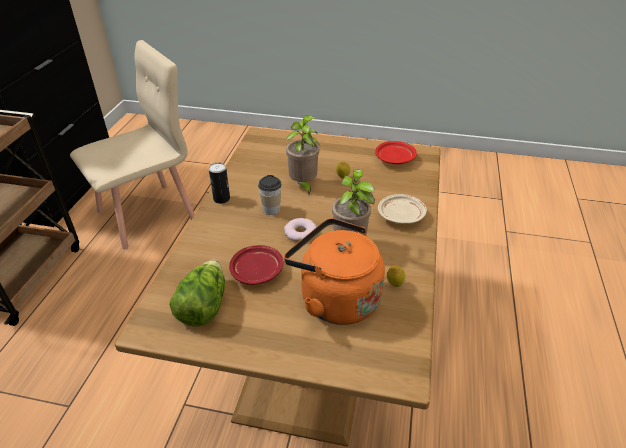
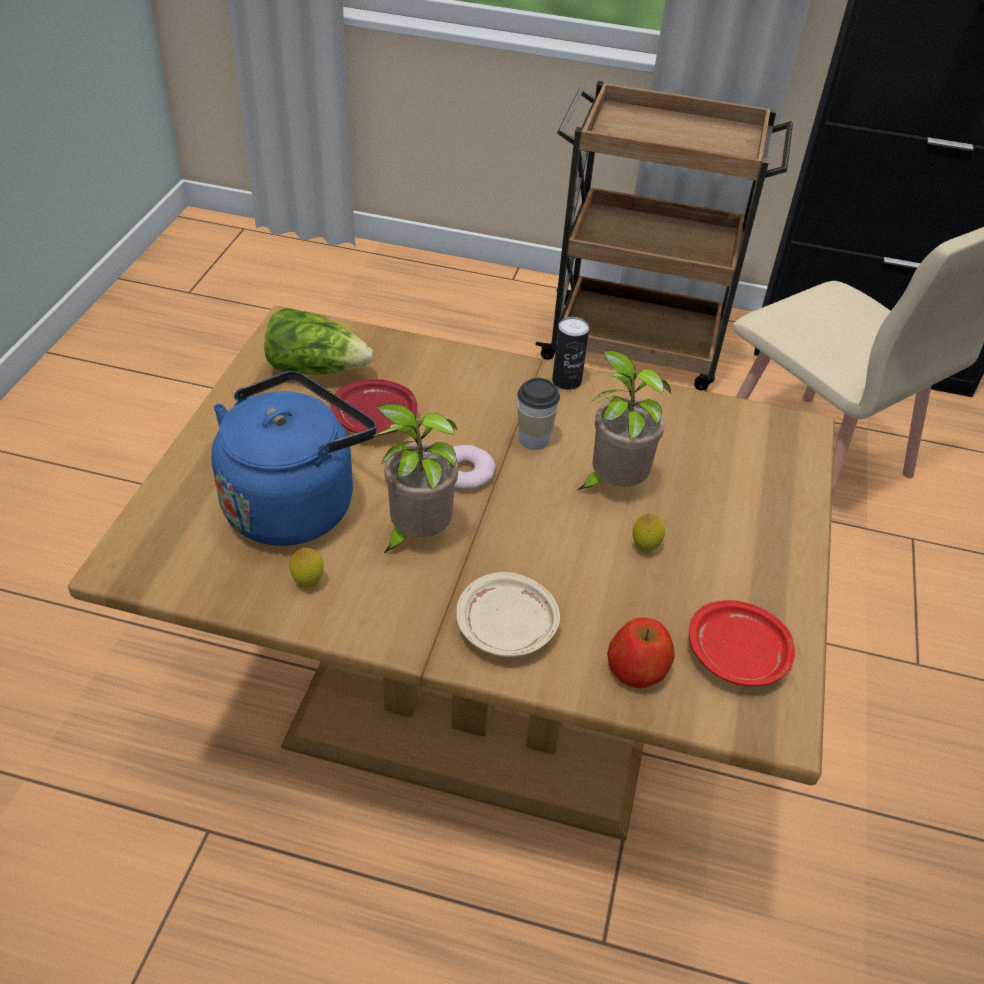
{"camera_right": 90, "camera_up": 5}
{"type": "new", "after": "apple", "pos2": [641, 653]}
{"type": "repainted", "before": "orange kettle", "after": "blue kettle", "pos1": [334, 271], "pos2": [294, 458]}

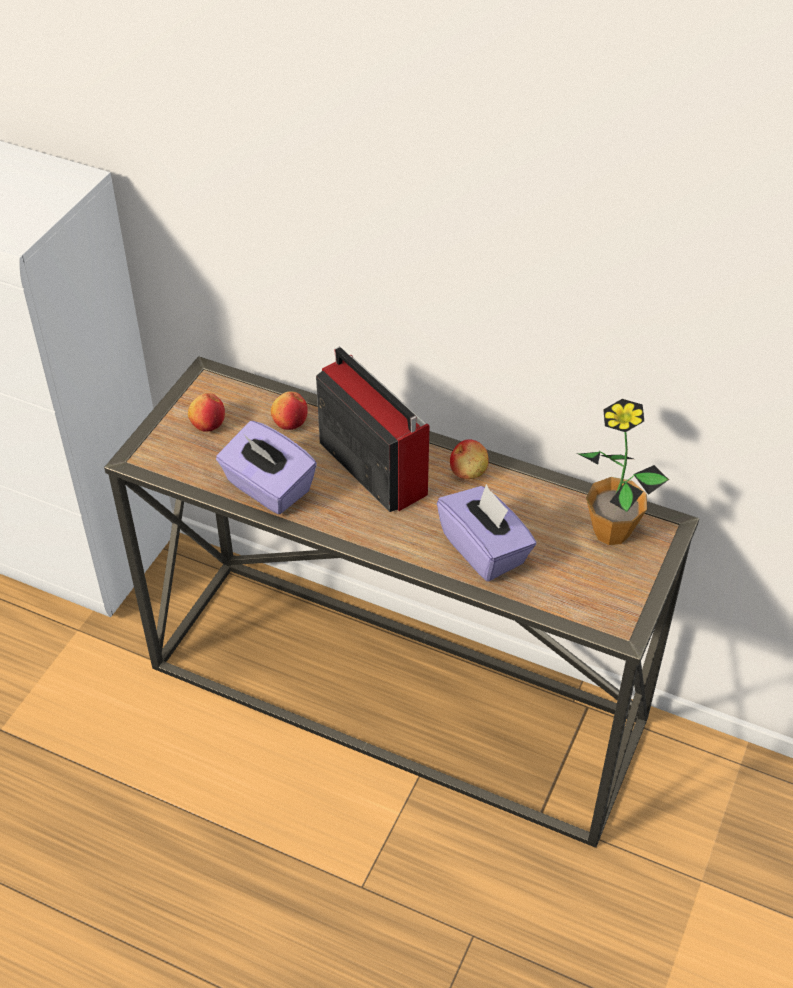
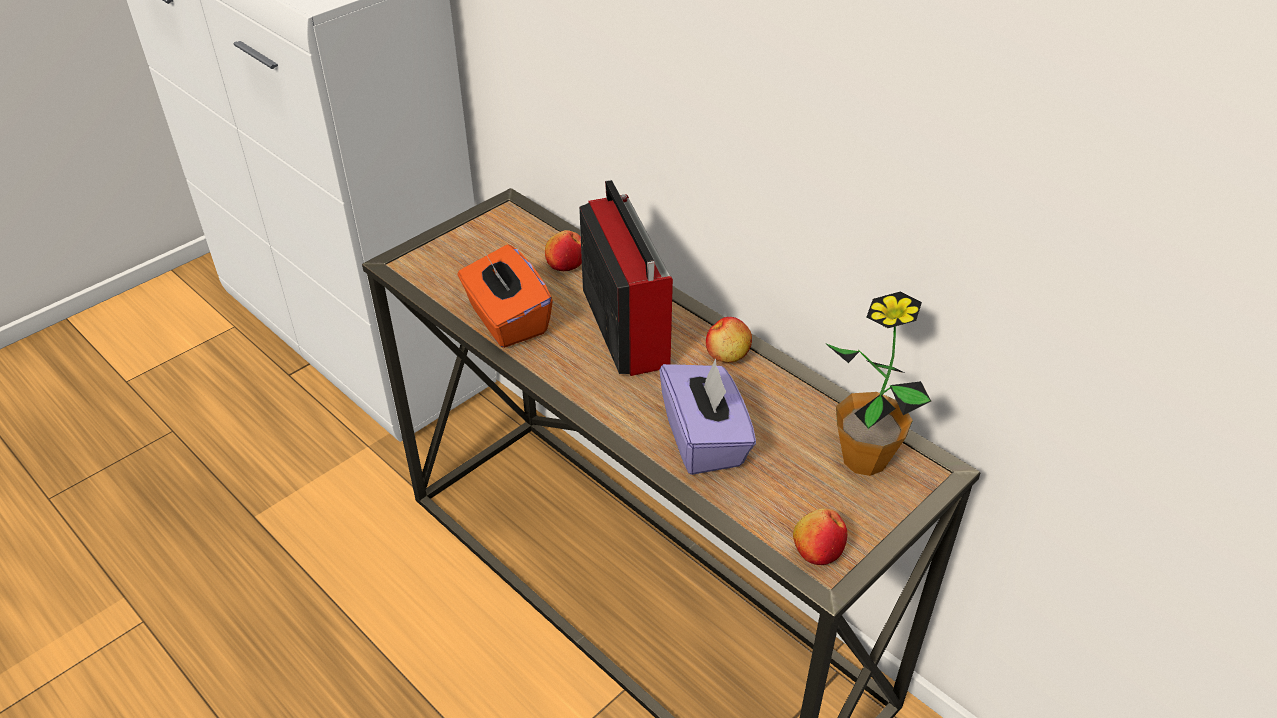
{"camera_right": 20, "camera_up": -5}
{"type": "shifted", "before": "apple", "pos1": [206, 412], "pos2": [820, 536]}
{"type": "repainted", "before": "purple tissue box", "after": "orange tissue box", "pos1": [266, 467], "pos2": [505, 296]}

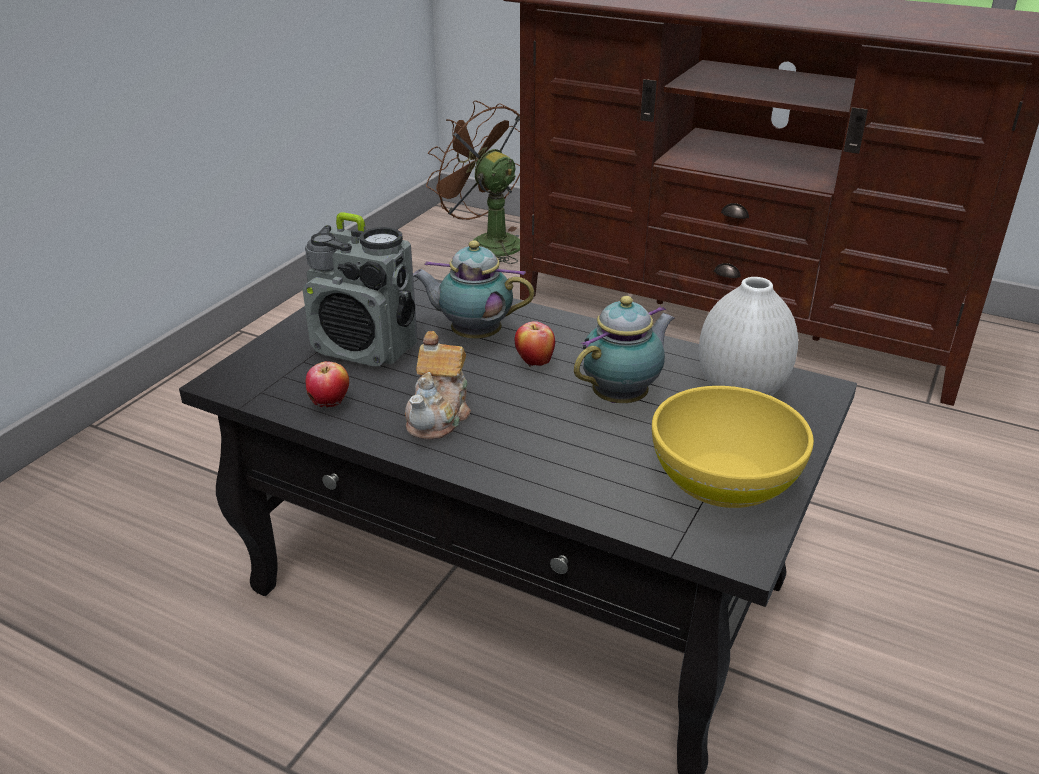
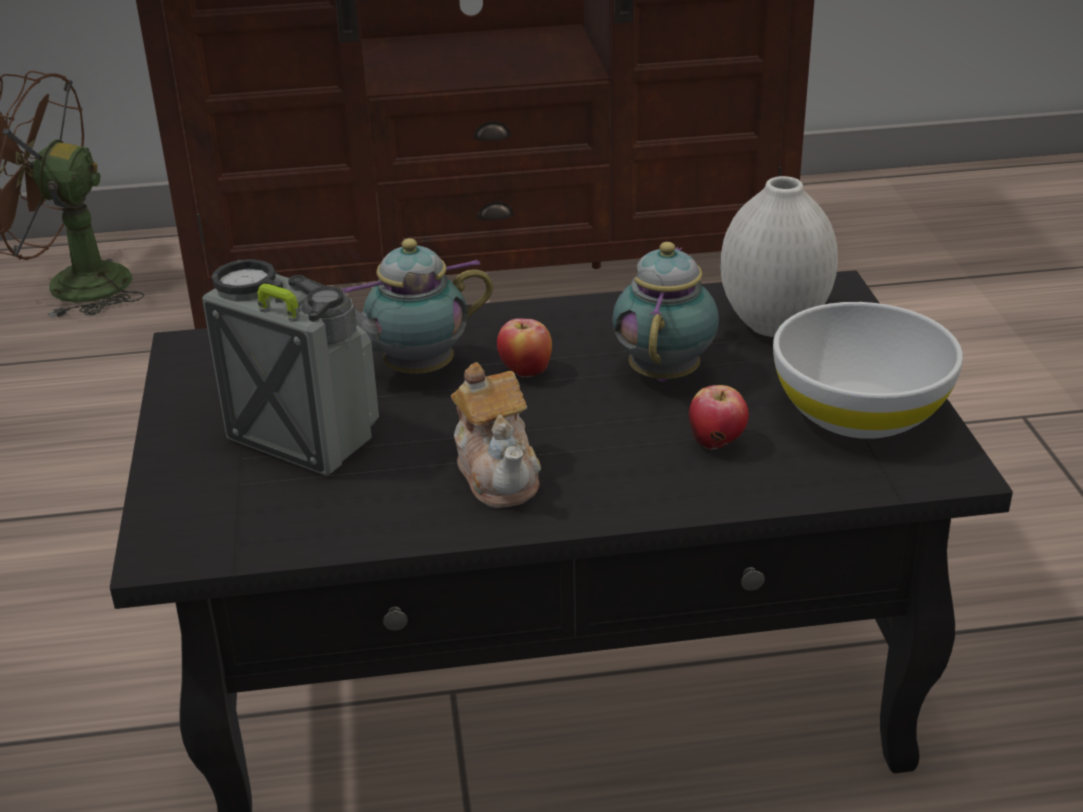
{"camera_right": -35, "camera_up": 0}
{"type": "shifted", "before": "apple", "pos1": [327, 384], "pos2": [719, 417]}
{"type": "repainted", "before": "yellow bowl", "after": "white bowl", "pos1": [733, 447], "pos2": [868, 370]}
{"type": "rotated", "before": "radio", "pos1": [360, 289], "pos2": [290, 367], "turn": -135}

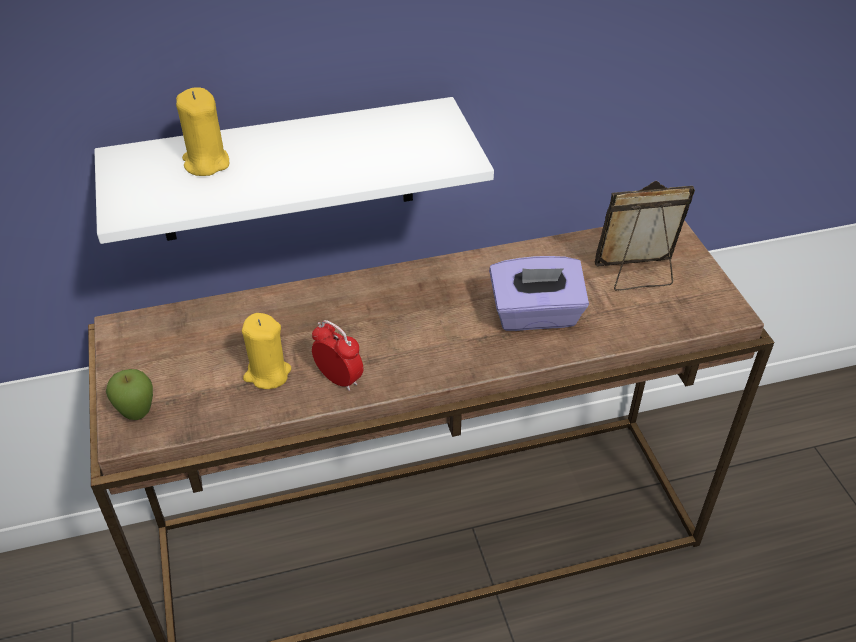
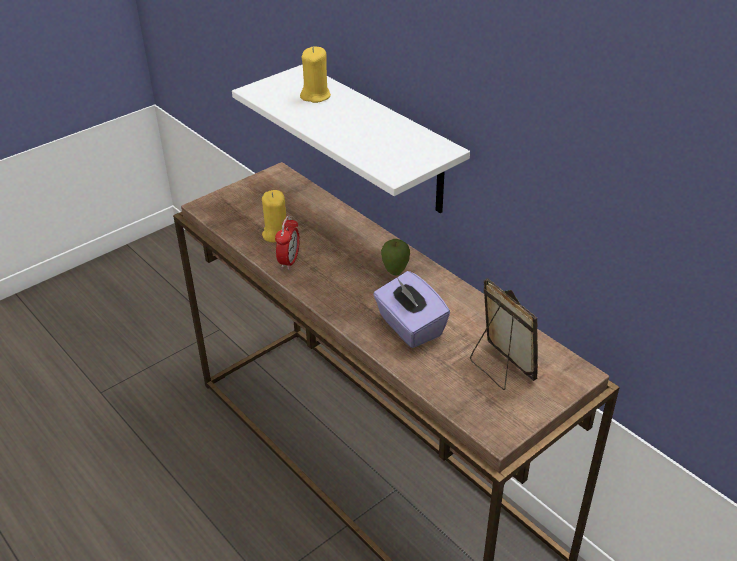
{"camera_right": 65, "camera_up": -5}
{"type": "shifted", "before": "apple", "pos1": [129, 394], "pos2": [395, 257]}

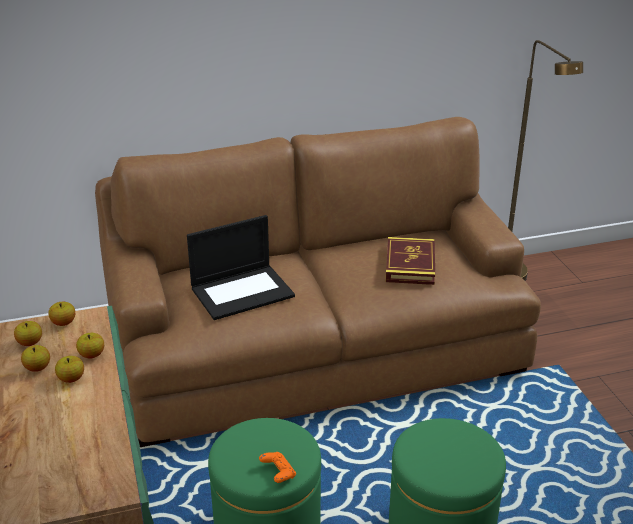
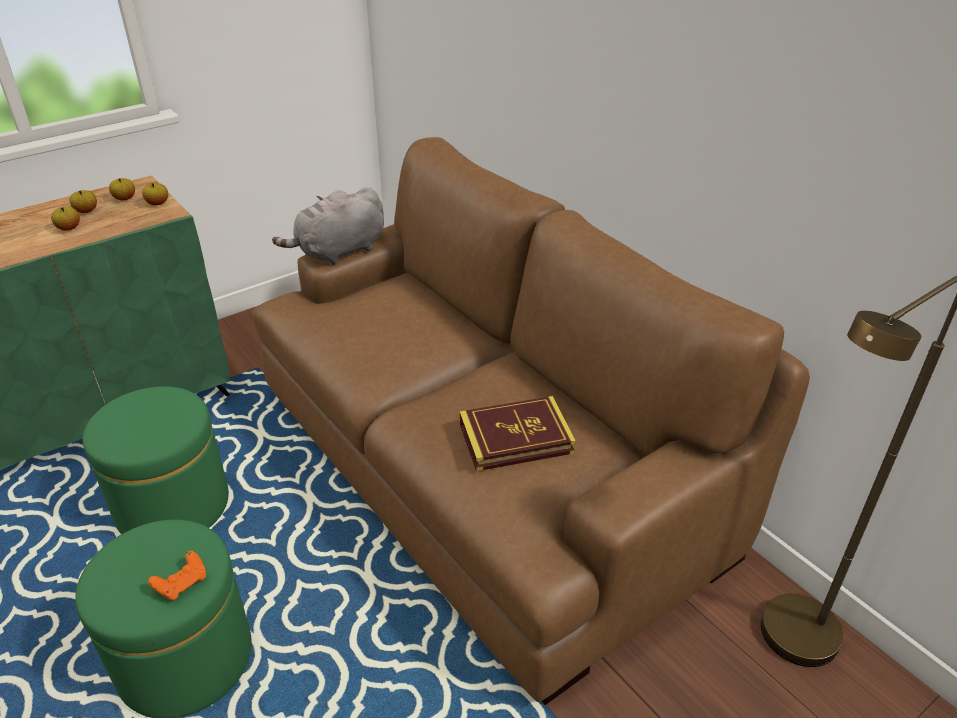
{"camera_right": 70, "camera_up": 5}
{"type": "gone", "before": "apple", "pos1": [90, 346]}
{"type": "gone", "before": "laptop", "pos1": [241, 267]}
{"type": "new", "after": "grey plush toy", "pos2": [328, 226]}
{"type": "shifted", "before": "orange game controller", "pos1": [277, 467], "pos2": [177, 576]}

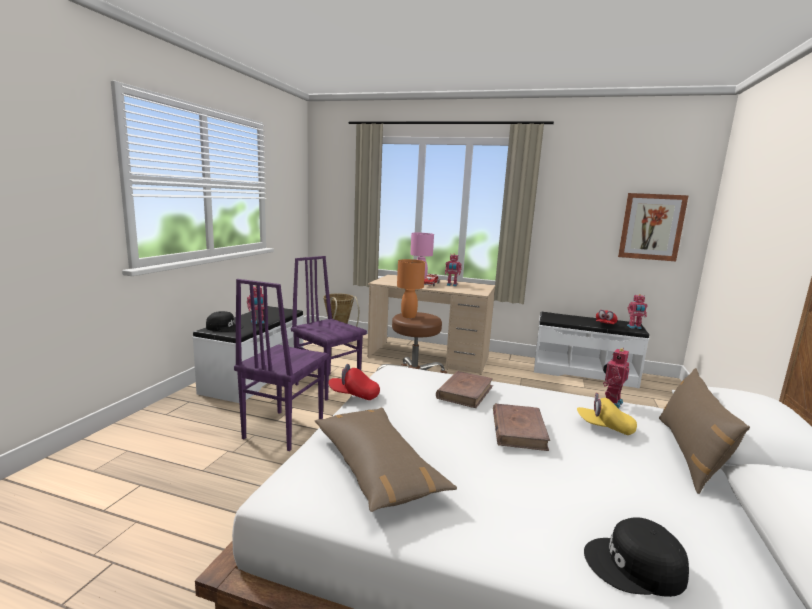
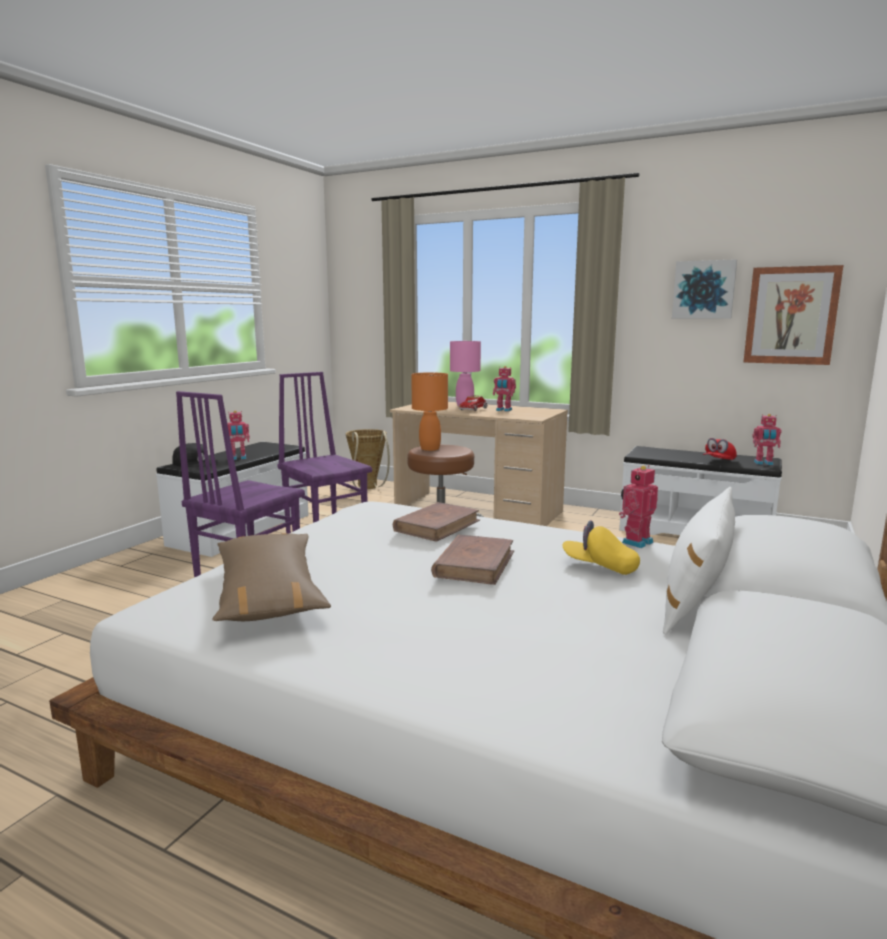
{"camera_right": 10, "camera_up": 0}
{"type": "gone", "before": "red cap", "pos1": [354, 382]}
{"type": "gone", "before": "black cap", "pos1": [636, 557]}
{"type": "new", "after": "picture", "pos2": [704, 289]}
{"type": "repainted", "before": "brown pillow", "after": "white pillow", "pos1": [704, 431], "pos2": [699, 560]}

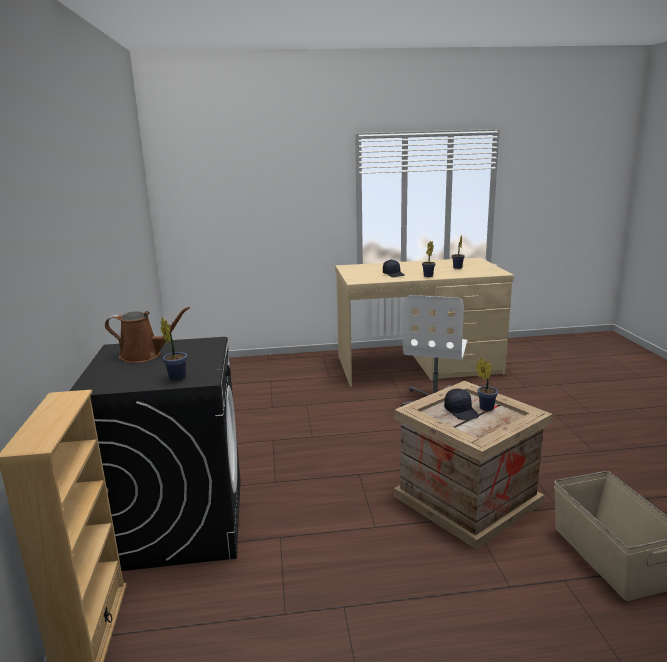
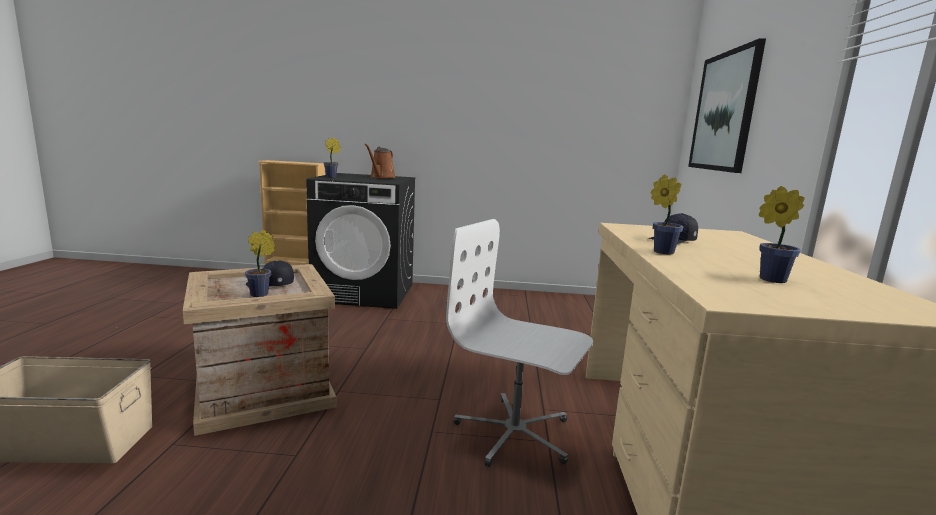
{"camera_right": 100, "camera_up": -5}
{"type": "new", "after": "picture", "pos2": [727, 105]}

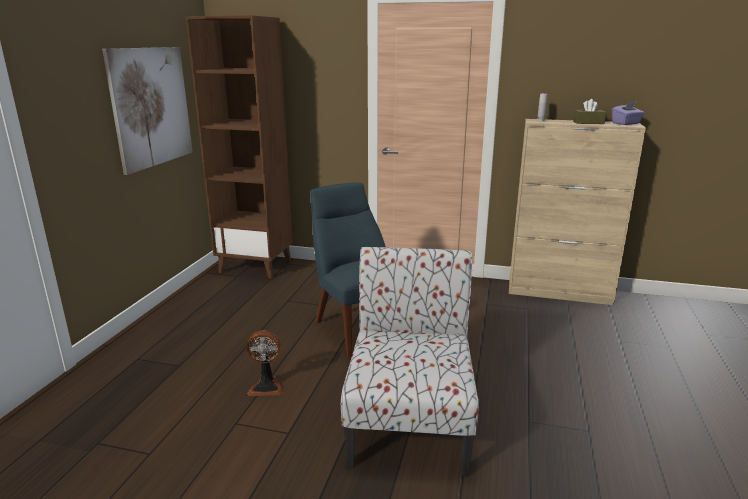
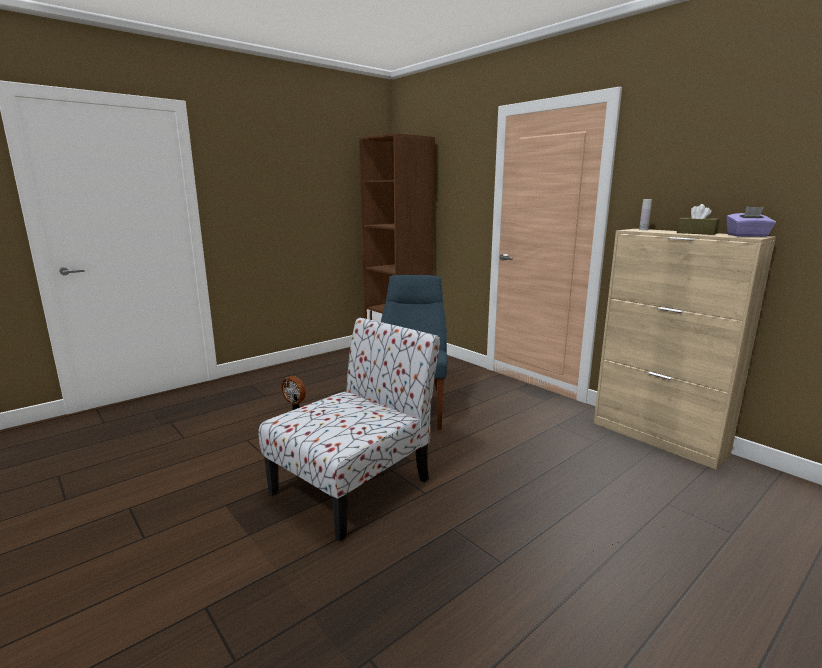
{"camera_right": 35, "camera_up": -5}
{"type": "gone", "before": "picture", "pos1": [147, 111]}

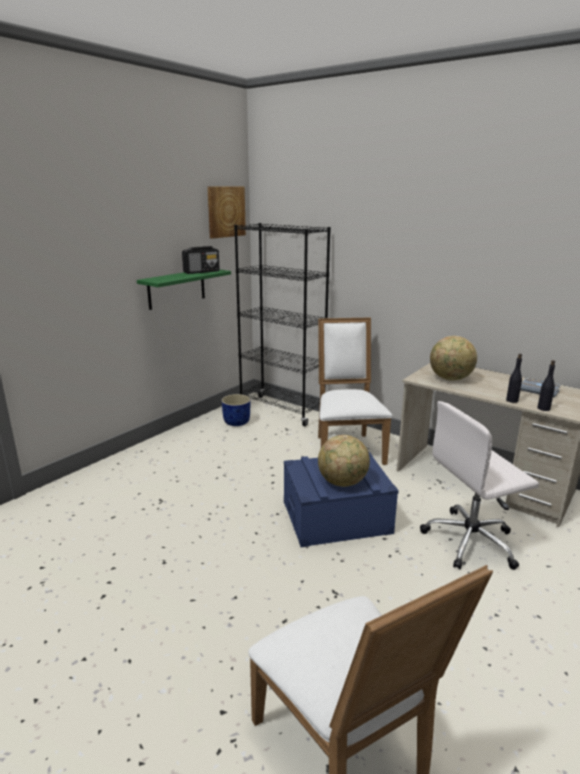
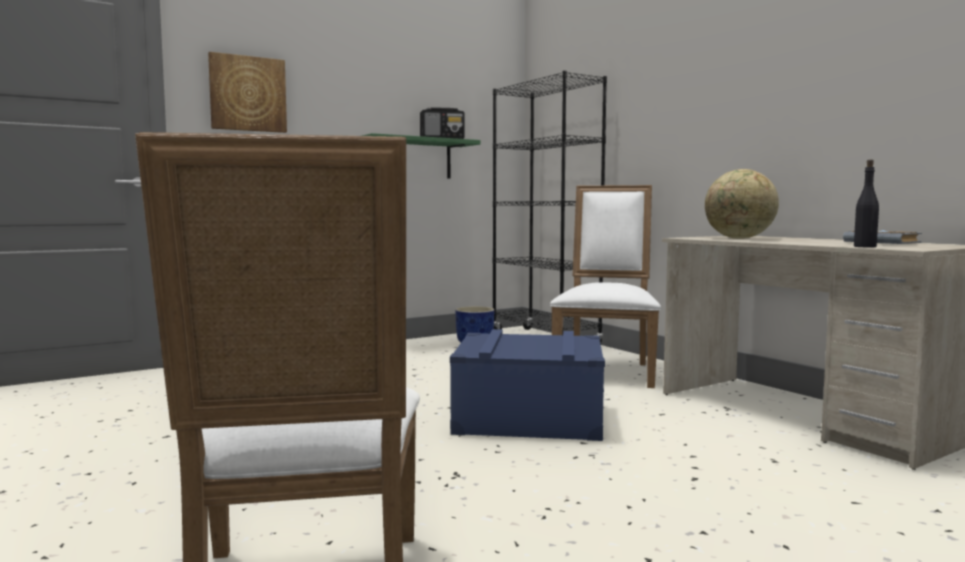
{"camera_right": 20, "camera_up": -15}
{"type": "gone", "before": "globe", "pos1": [344, 461]}
{"type": "gone", "before": "white office chair", "pos1": [479, 485]}
{"type": "gone", "before": "black bottle", "pos1": [514, 378]}
{"type": "shifted", "before": "picture", "pos1": [226, 212], "pos2": [247, 92]}

